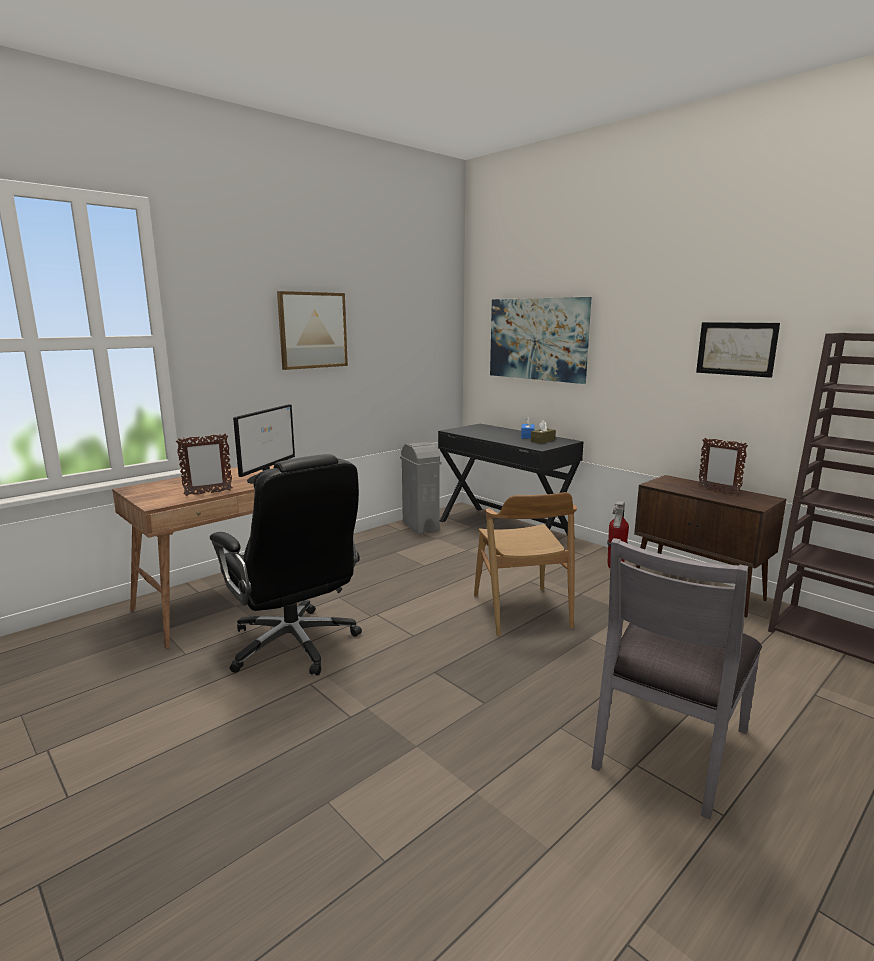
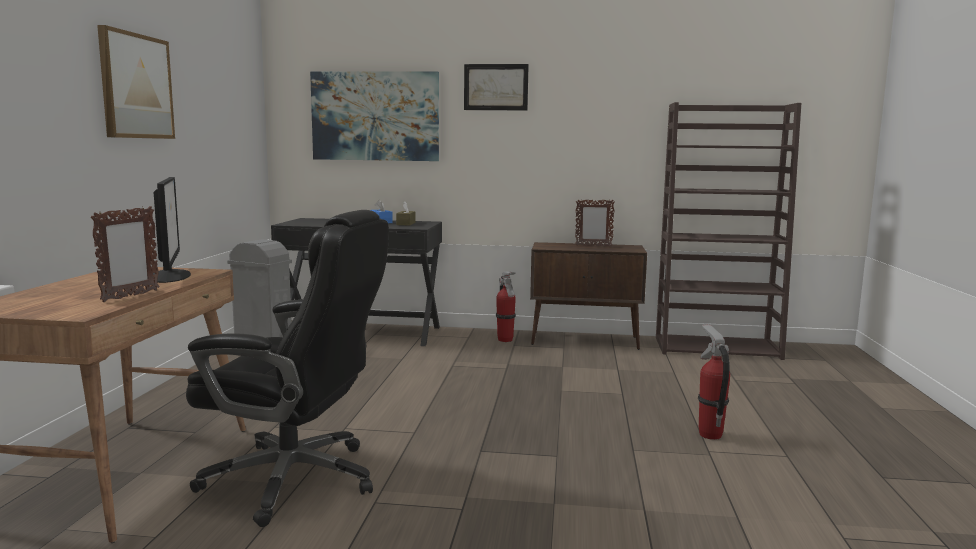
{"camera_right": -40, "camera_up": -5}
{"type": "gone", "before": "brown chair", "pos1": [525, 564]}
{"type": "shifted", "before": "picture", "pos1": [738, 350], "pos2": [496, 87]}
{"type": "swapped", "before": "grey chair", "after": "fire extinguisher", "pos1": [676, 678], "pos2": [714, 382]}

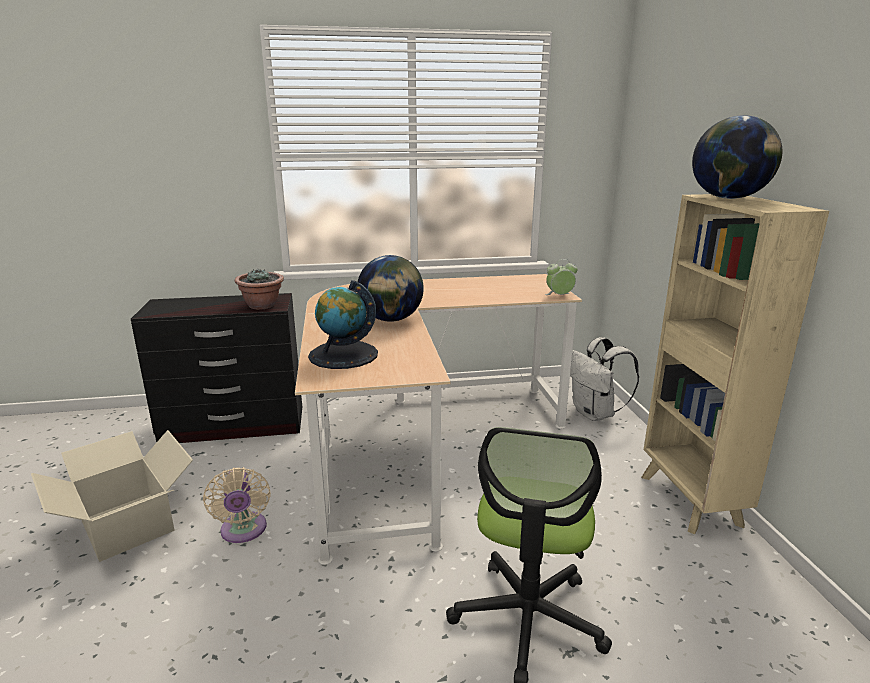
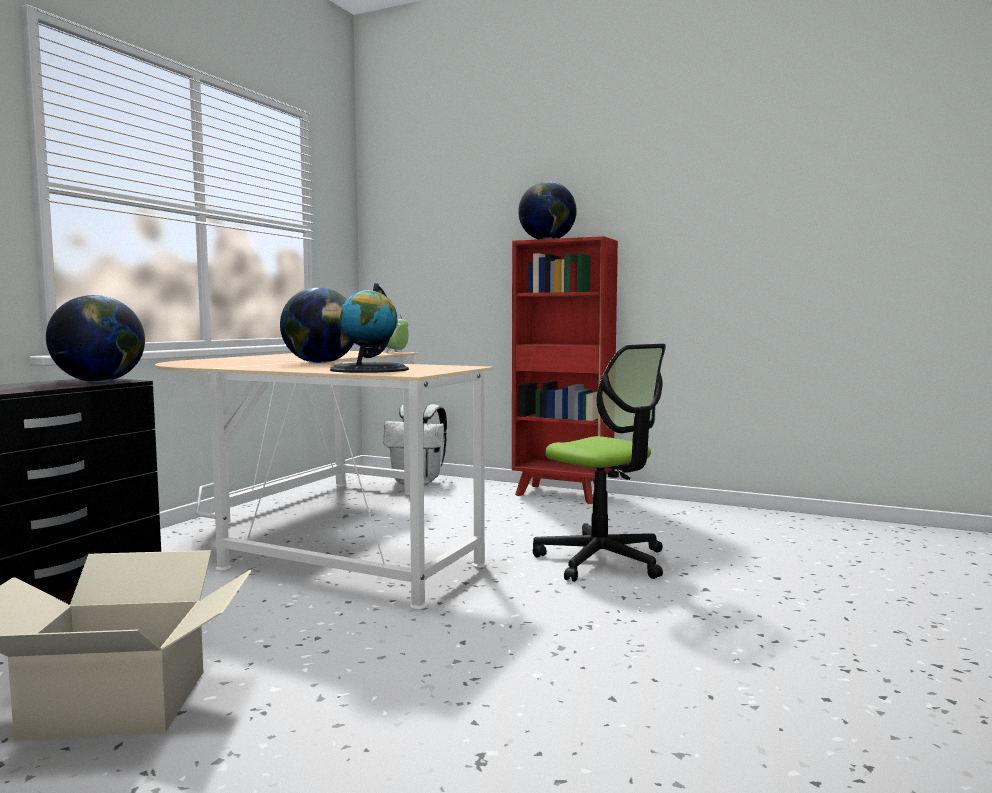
{"camera_right": -55, "camera_up": -15}
{"type": "gone", "before": "beige fan", "pos1": [237, 505]}
{"type": "swapped", "before": "potted plant", "after": "globe", "pos1": [259, 289], "pos2": [95, 338]}
{"type": "repainted", "before": "beige bookcase", "after": "red bookcase", "pos1": [735, 364], "pos2": [565, 370]}

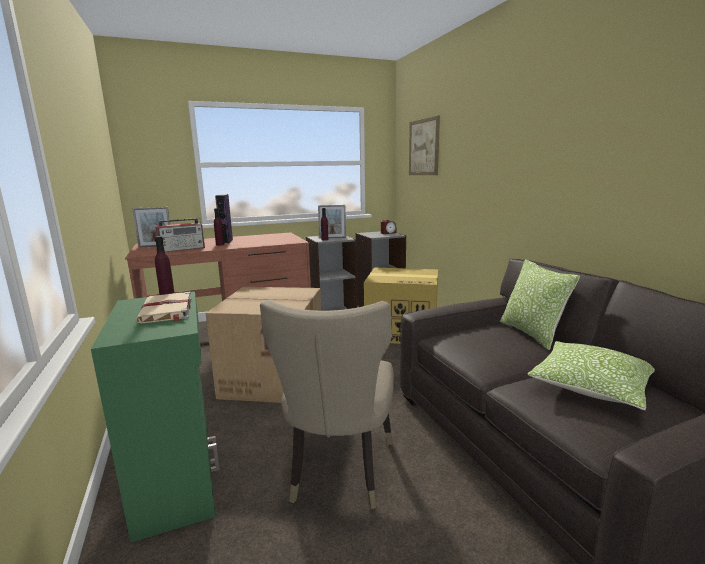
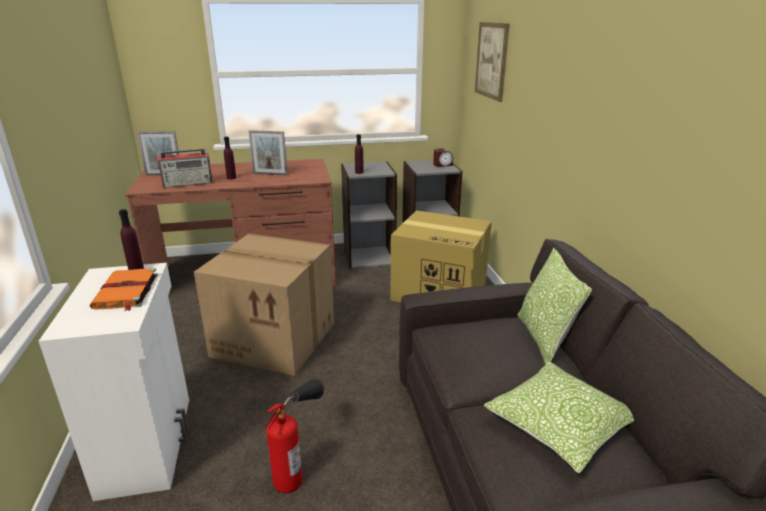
{"camera_right": 10, "camera_up": 10}
{"type": "gone", "before": "purple speaker", "pos1": [224, 218]}
{"type": "shifted", "before": "picture frame", "pos1": [332, 222], "pos2": [268, 152]}
{"type": "swapped", "before": "beige chair", "after": "fire extinguisher", "pos1": [327, 404], "pos2": [294, 435]}
{"type": "repainted", "before": "green cabinet", "after": "white cabinet", "pos1": [155, 417], "pos2": [114, 382]}
{"type": "repainted", "before": "beige book", "after": "orange book", "pos1": [164, 307], "pos2": [124, 289]}

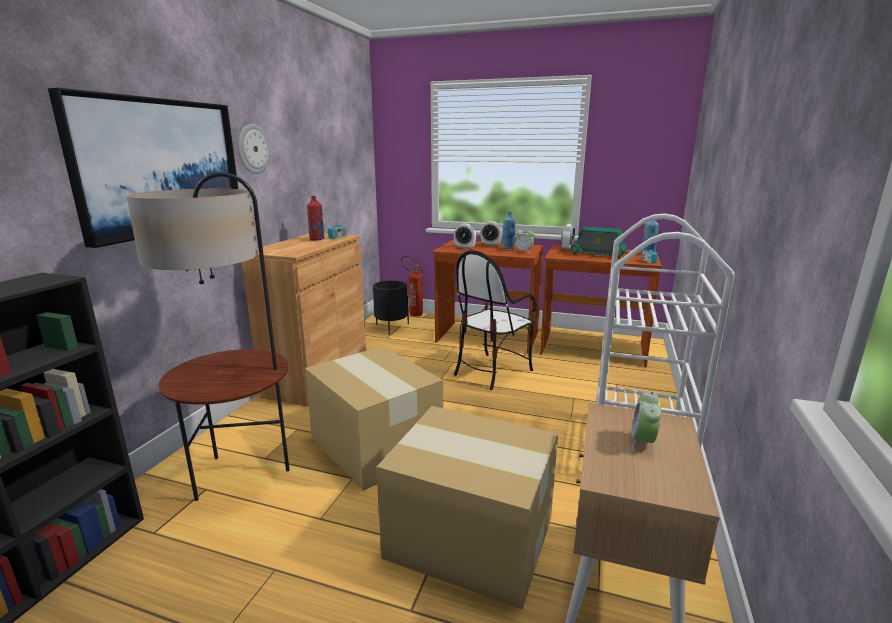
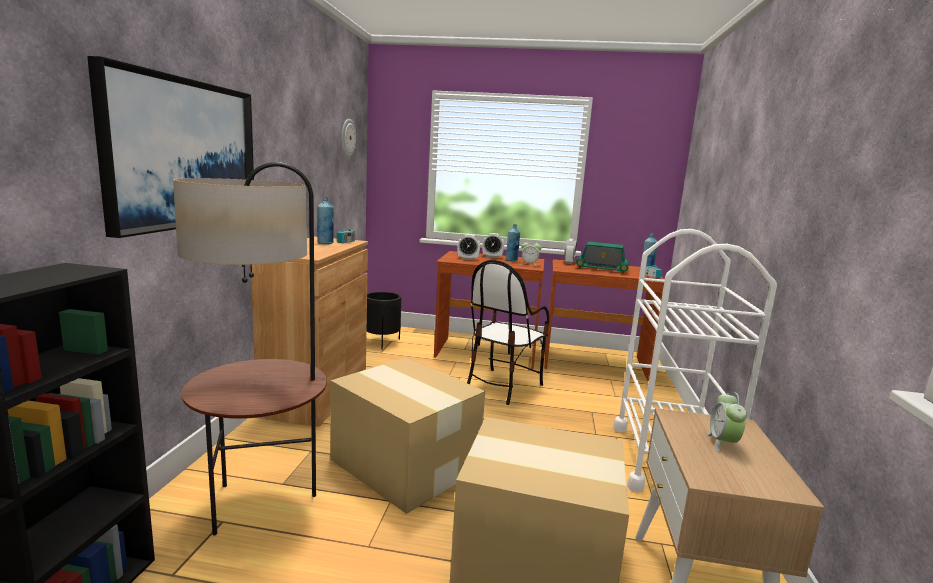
{"camera_right": -10, "camera_up": -5}
{"type": "gone", "before": "fire extinguisher", "pos1": [412, 286]}
{"type": "shifted", "before": "wall clock", "pos1": [254, 149], "pos2": [348, 138]}
{"type": "repainted", "before": "red bottle", "after": "blue bottle", "pos1": [315, 218], "pos2": [325, 220]}

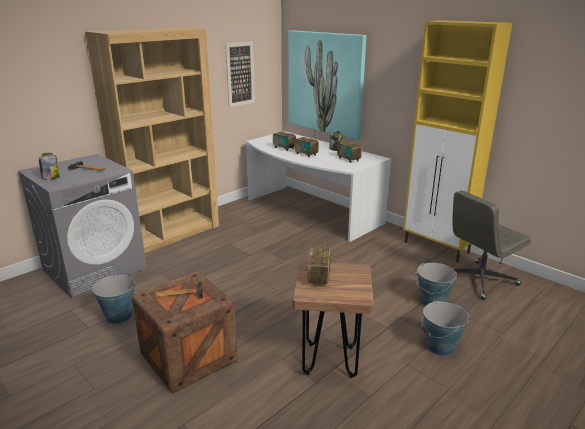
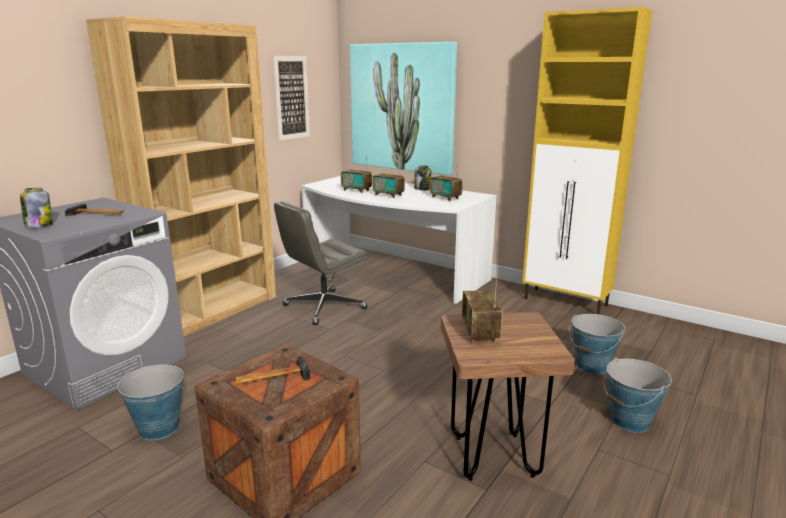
{"camera_right": -10, "camera_up": -5}
{"type": "shifted", "before": "grey office chair", "pos1": [491, 245], "pos2": [321, 263]}

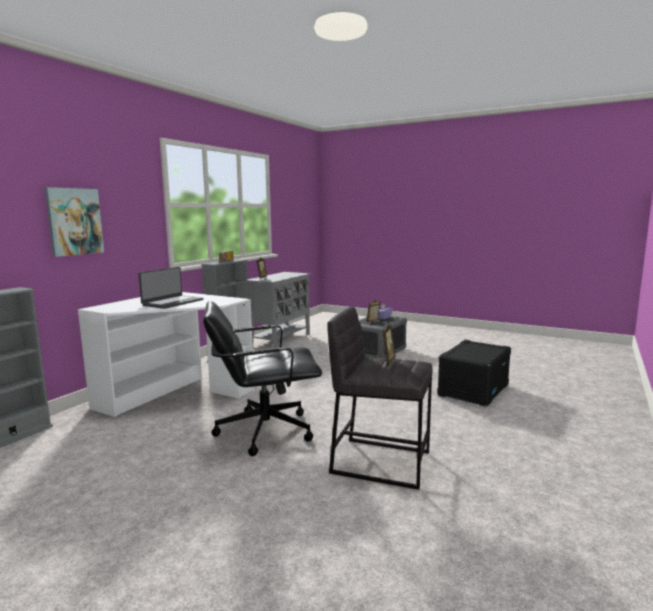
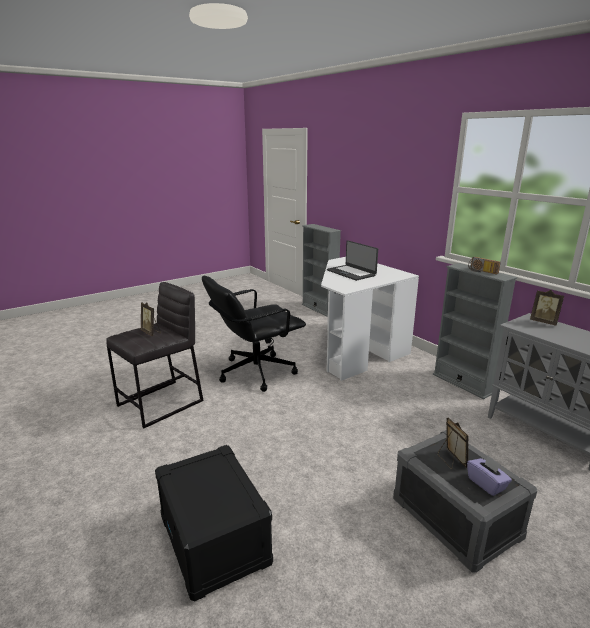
{"camera_right": 115, "camera_up": 10}
{"type": "gone", "before": "picture", "pos1": [74, 222]}
{"type": "rotated", "before": "black office chair", "pos1": [262, 378], "pos2": [254, 334], "turn": -135}

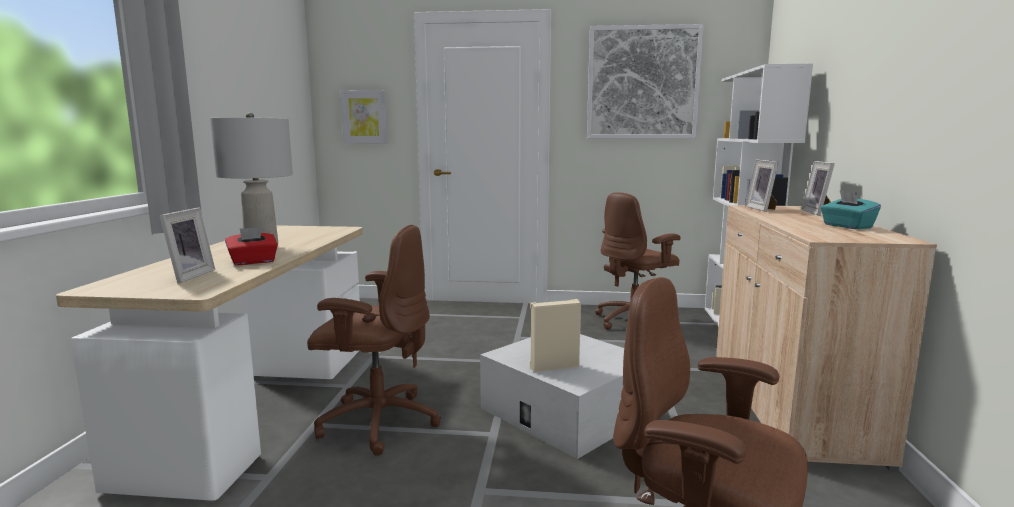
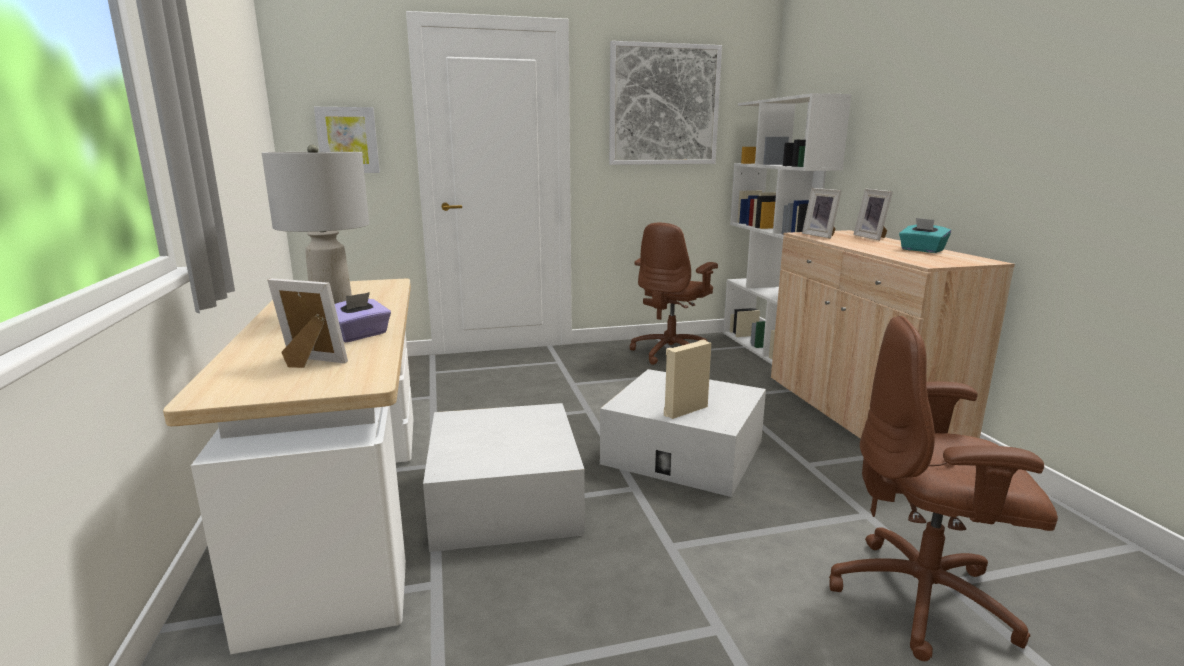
{"camera_right": -20, "camera_up": 5}
{"type": "swapped", "before": "brown office chair", "after": "white storage box", "pos1": [374, 340], "pos2": [504, 477]}
{"type": "repainted", "before": "red tissue box", "after": "purple tissue box", "pos1": [251, 246], "pos2": [363, 317]}
{"type": "rotated", "before": "picture frame", "pos1": [187, 245], "pos2": [307, 323], "turn": -60}

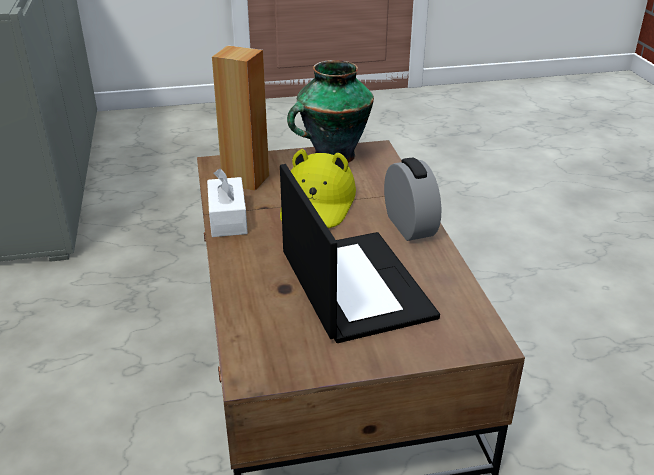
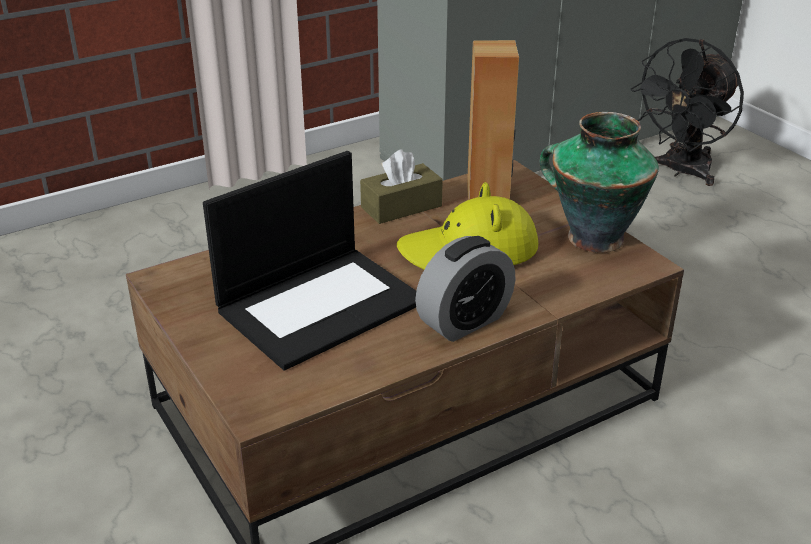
{"camera_right": 70, "camera_up": 0}
{"type": "new", "after": "black fan", "pos2": [687, 112]}
{"type": "repainted", "before": "white tissue box", "after": "brown tissue box", "pos1": [227, 203], "pos2": [401, 186]}

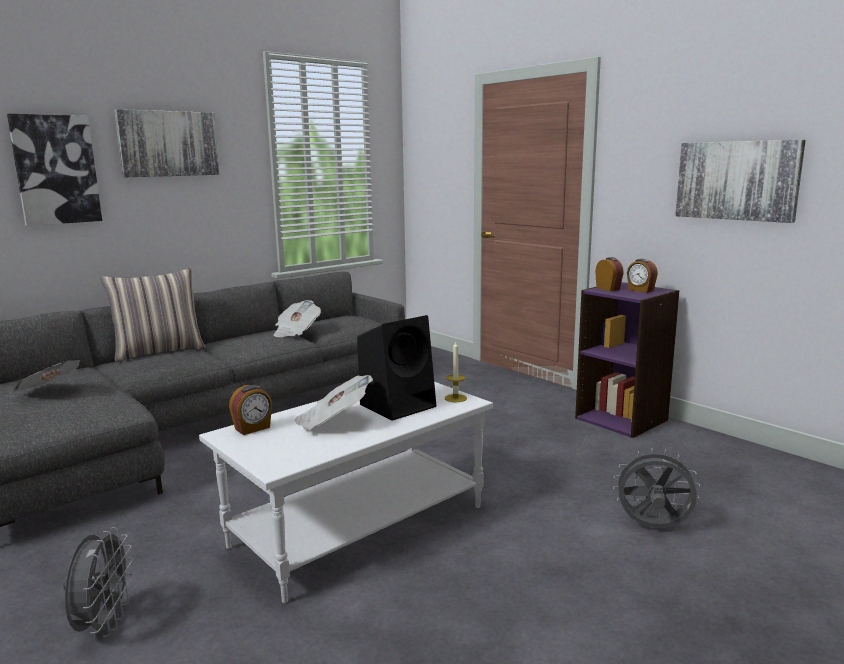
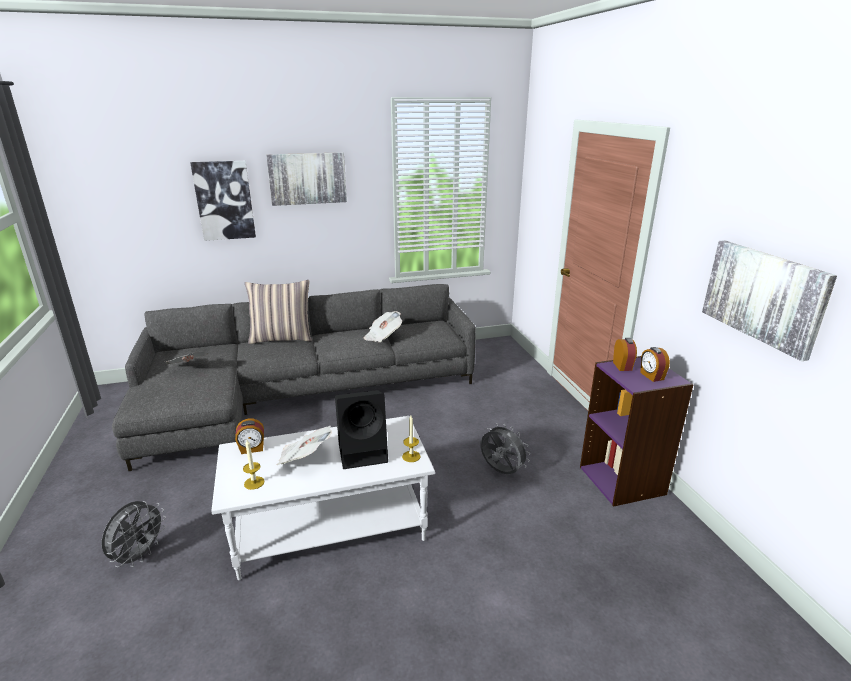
{"camera_right": 25, "camera_up": 10}
{"type": "new", "after": "candle", "pos2": [254, 465]}
{"type": "shifted", "before": "grey fan", "pos1": [656, 488], "pos2": [505, 448]}

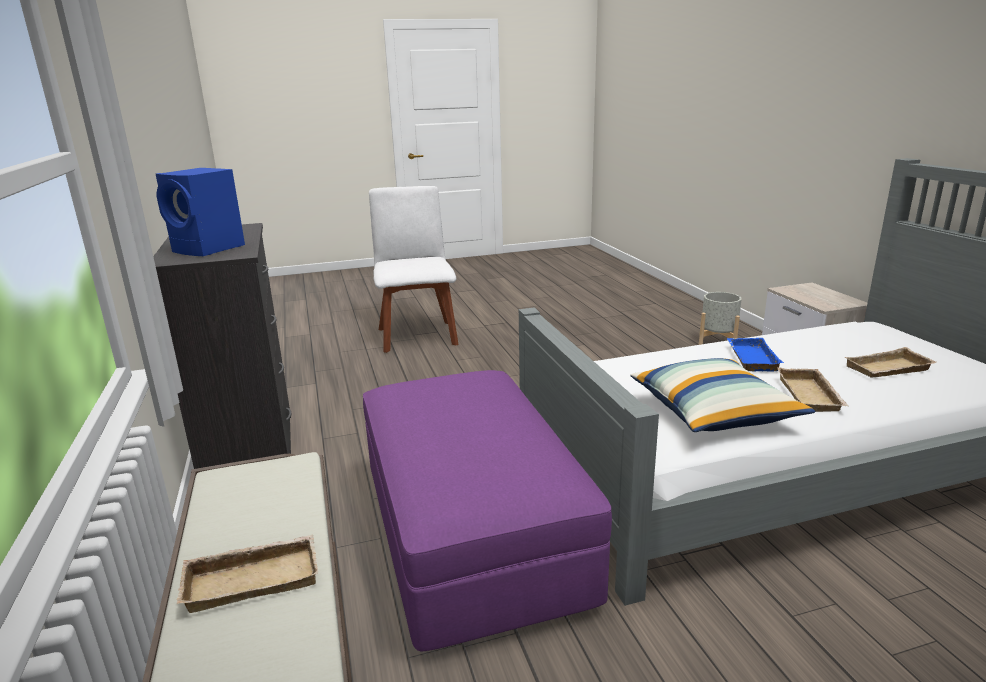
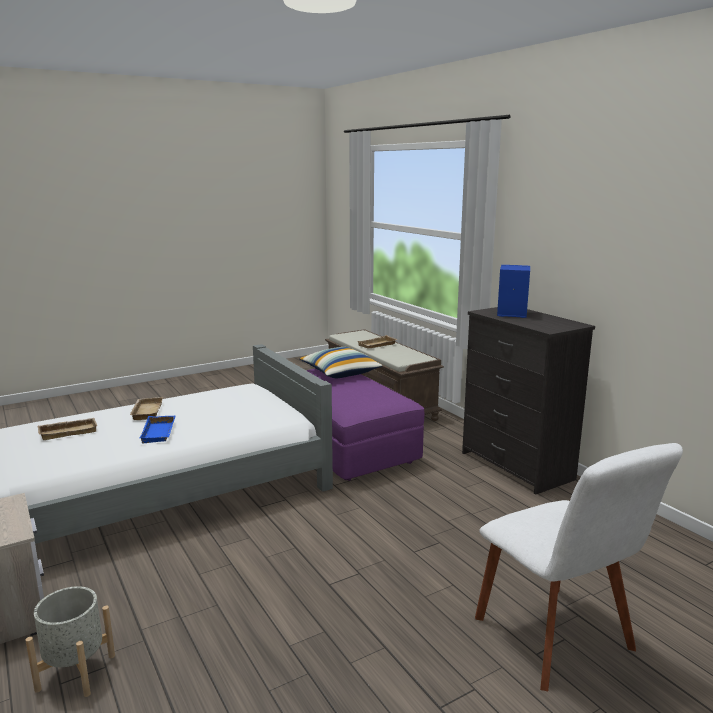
{"camera_right": 165, "camera_up": -5}
{"type": "shifted", "before": "pillow", "pos1": [722, 395], "pos2": [341, 362]}

